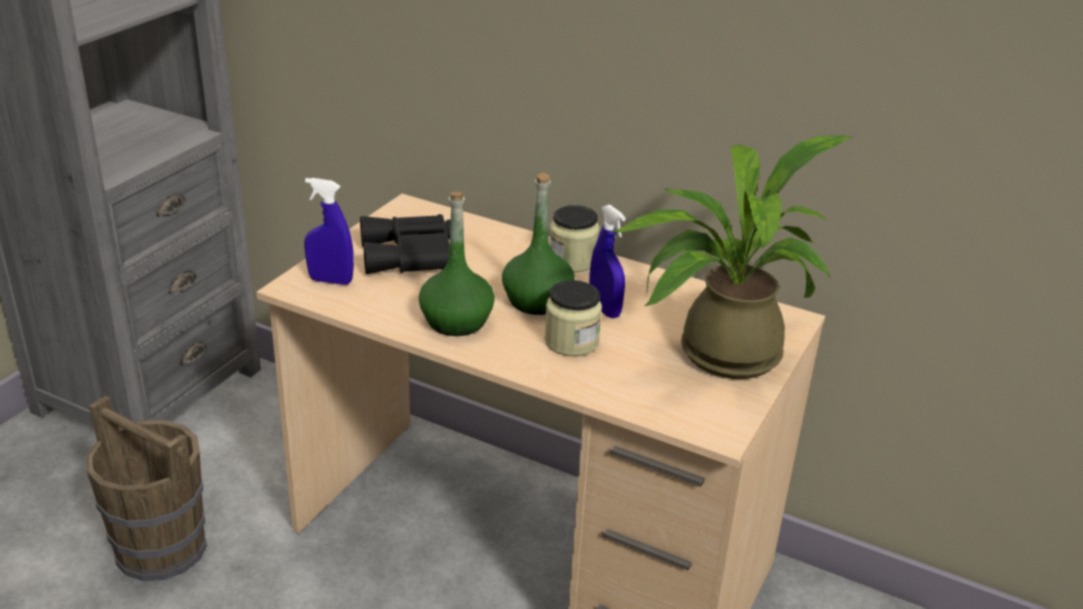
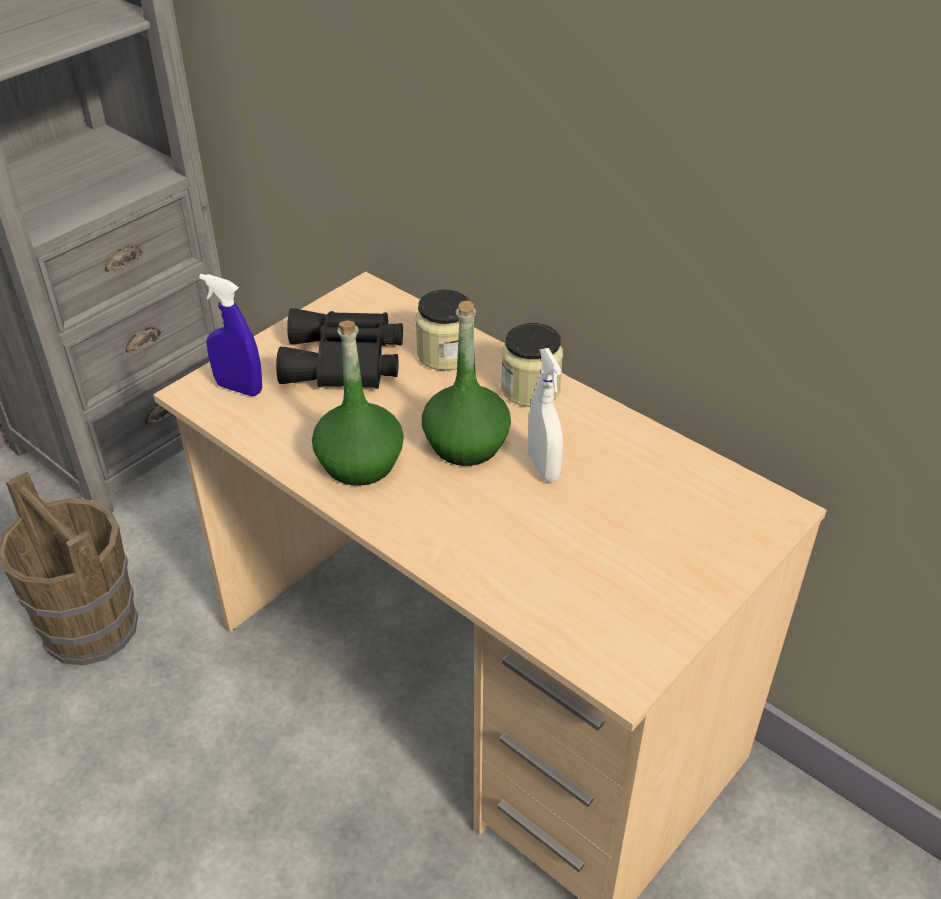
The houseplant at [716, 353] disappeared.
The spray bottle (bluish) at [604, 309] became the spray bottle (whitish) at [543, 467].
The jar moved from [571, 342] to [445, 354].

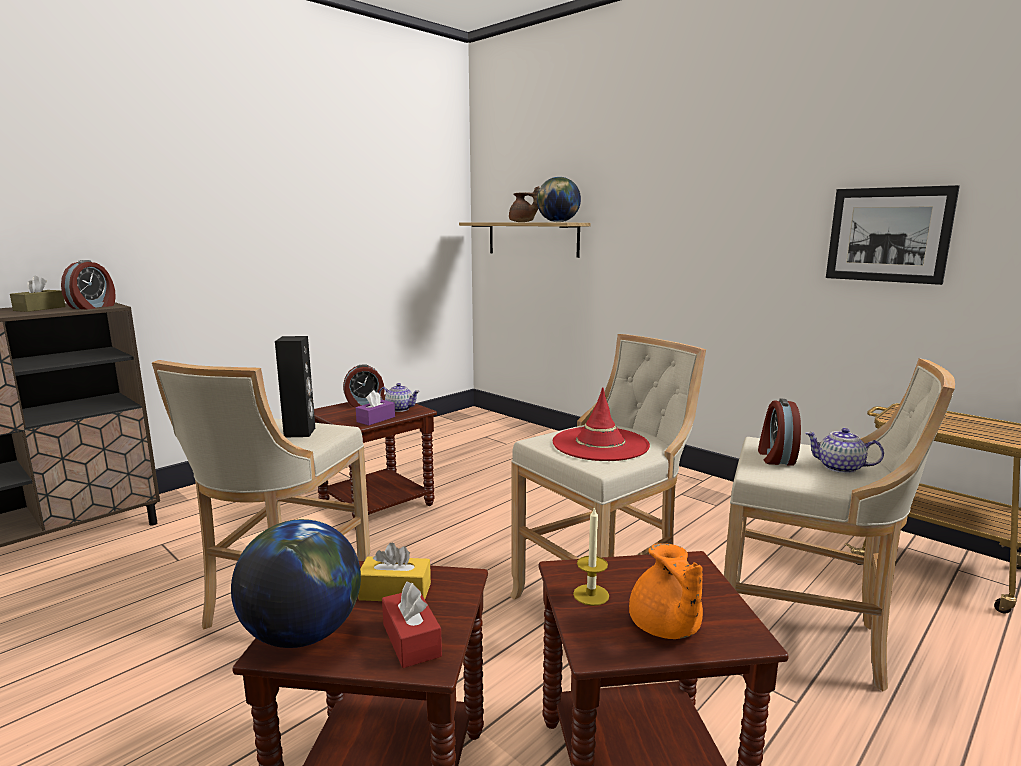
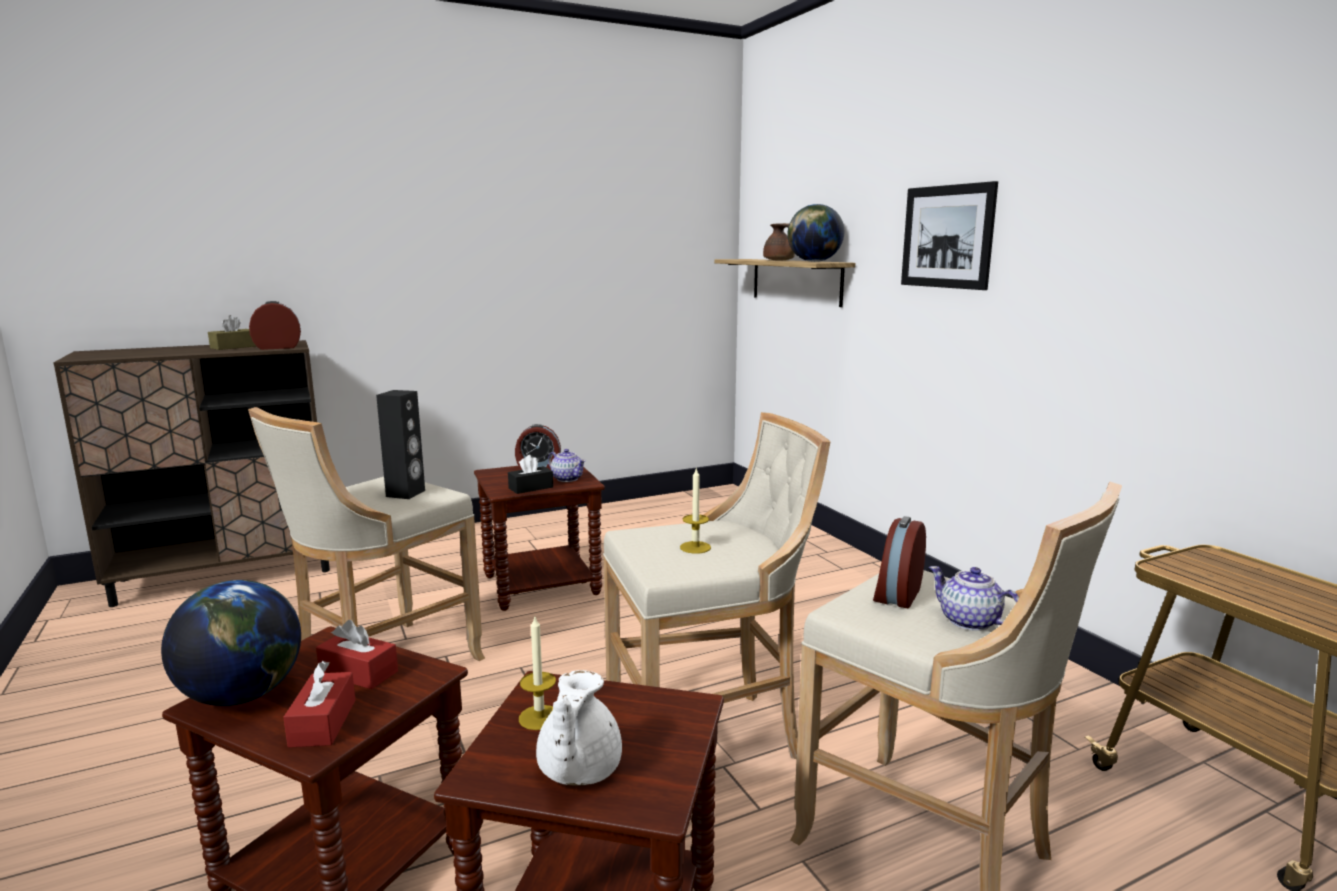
The picture moved from [888, 235] to [947, 237].
The bedside clock at [93, 307] turned 150 degrees counterclockwise.
The wearable hat (red) at [600, 444] was replaced by the wax light at [695, 547].
The tissue box (purplish) at [376, 419] became the tissue box (black-coloured) at [531, 488].
The tissue box (yellow-coloured) at [395, 591] became the tissue box (red) at [358, 673].
The tea pot (orange-coloured) at [665, 627] became the tea pot (whitish) at [577, 770].

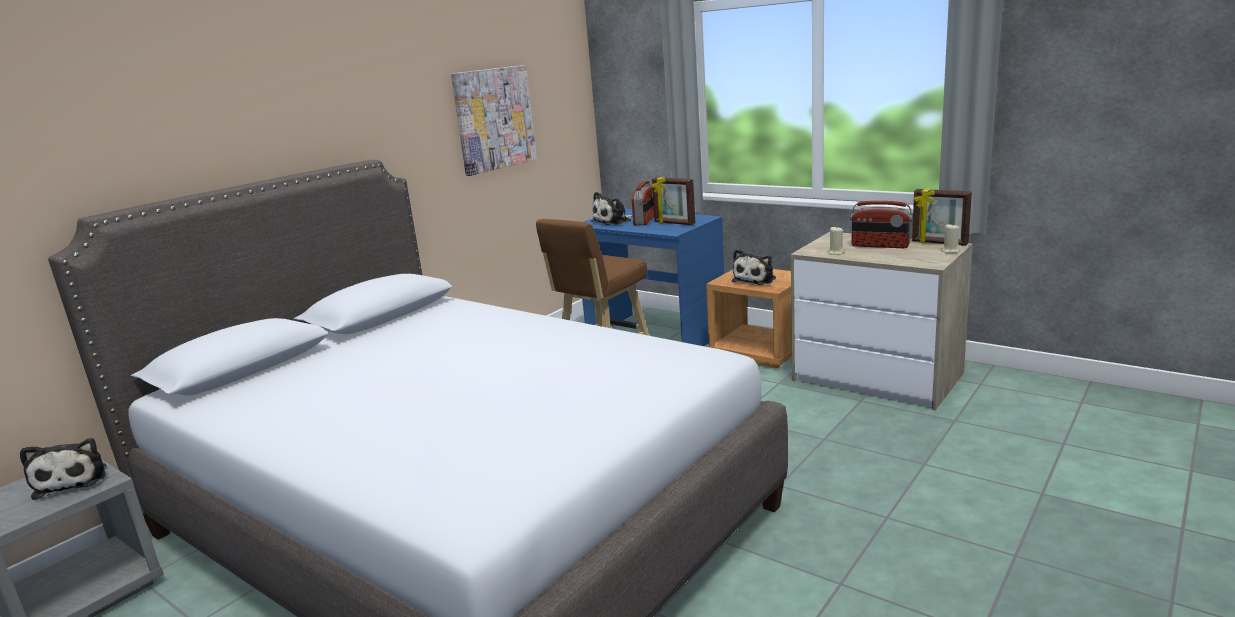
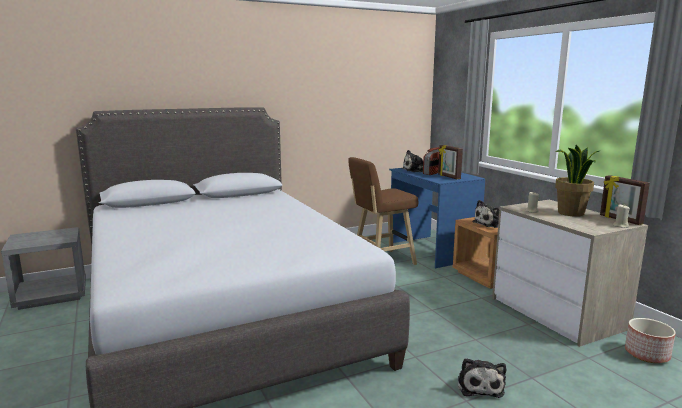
The picture at [494, 119] disappeared.
The radio receiver at [880, 246] was replaced by the houseplant at [571, 213].
The cuddly toy moved from [73, 480] to [479, 385].
The plant pot at [647, 354] appeared.

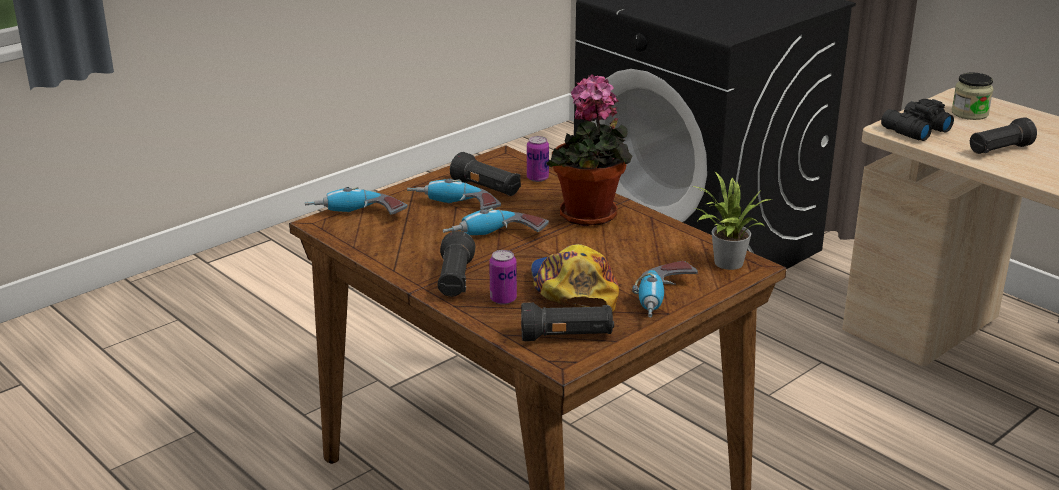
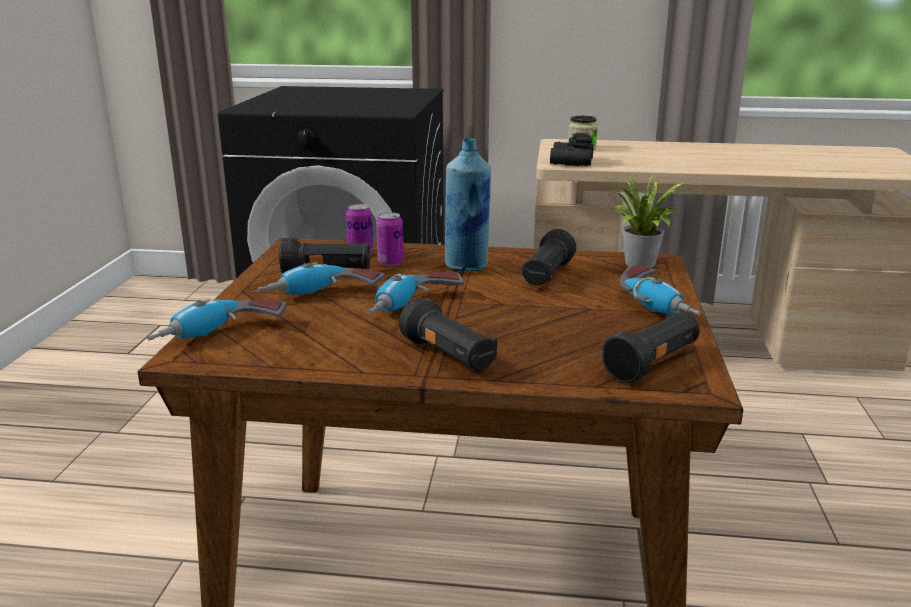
The houseplant at [590, 217] was replaced by the beverage bottle (bluish) at [467, 266].
The flashlight (black-coloured) moved from [999, 150] to [546, 275].
The peaked cap at [573, 289] disappeared.
The metal can moved from [503, 299] to [390, 263].

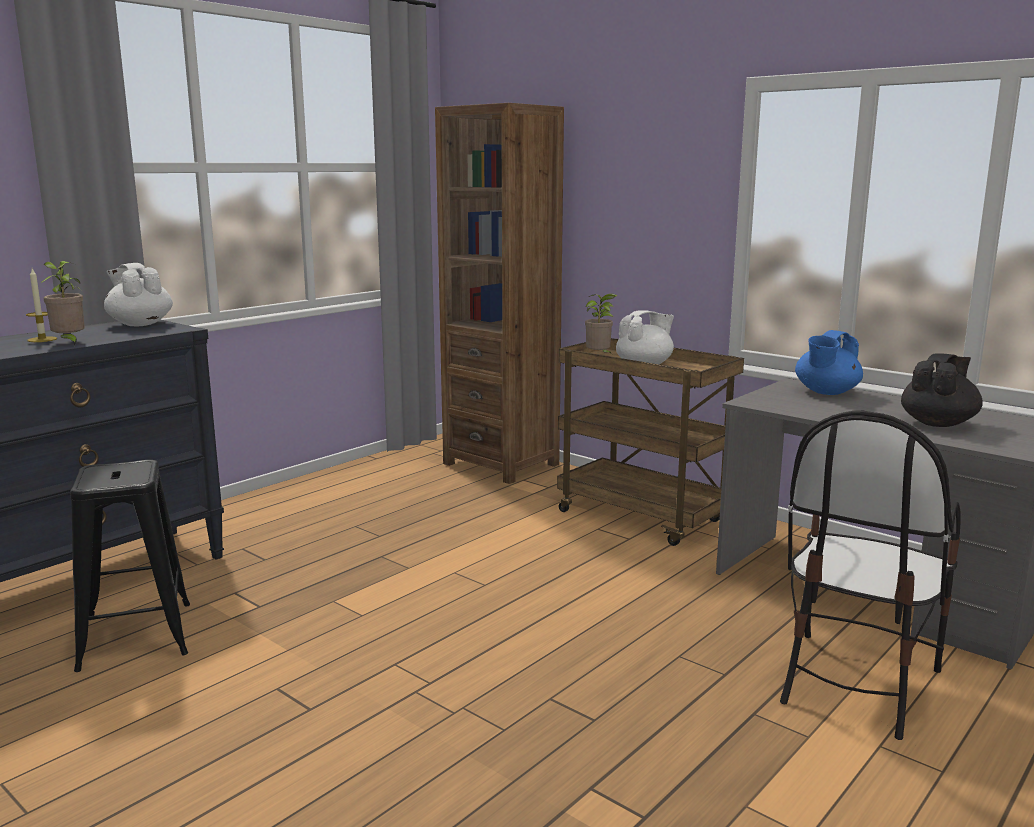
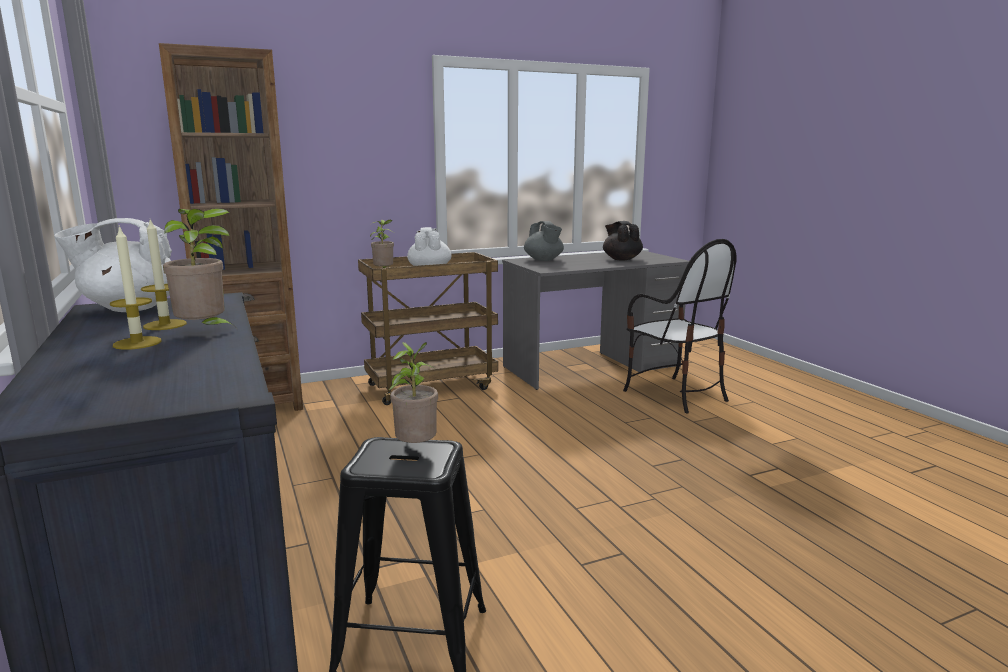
The tea pot (bluish) at [826, 392] became the tea pot (greyish) at [544, 260].
The wax light at [165, 325] appeared.
The houseplant at [416, 449] appeared.

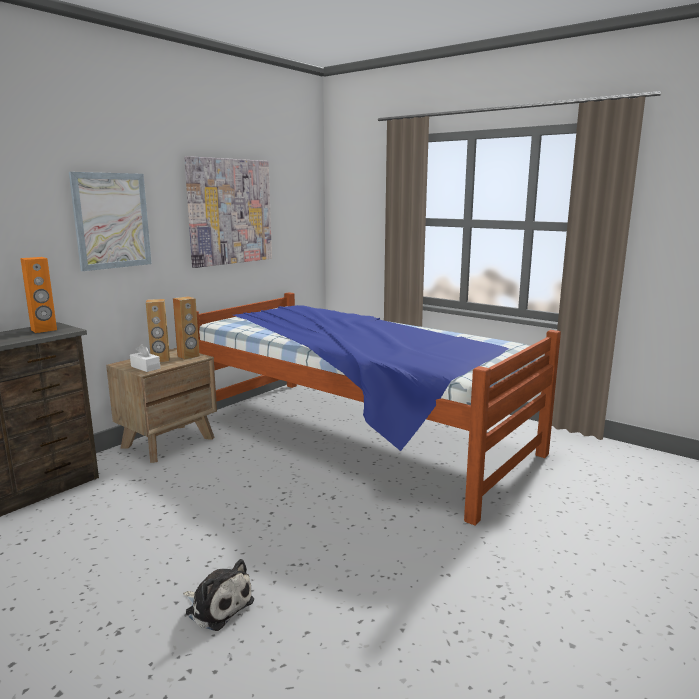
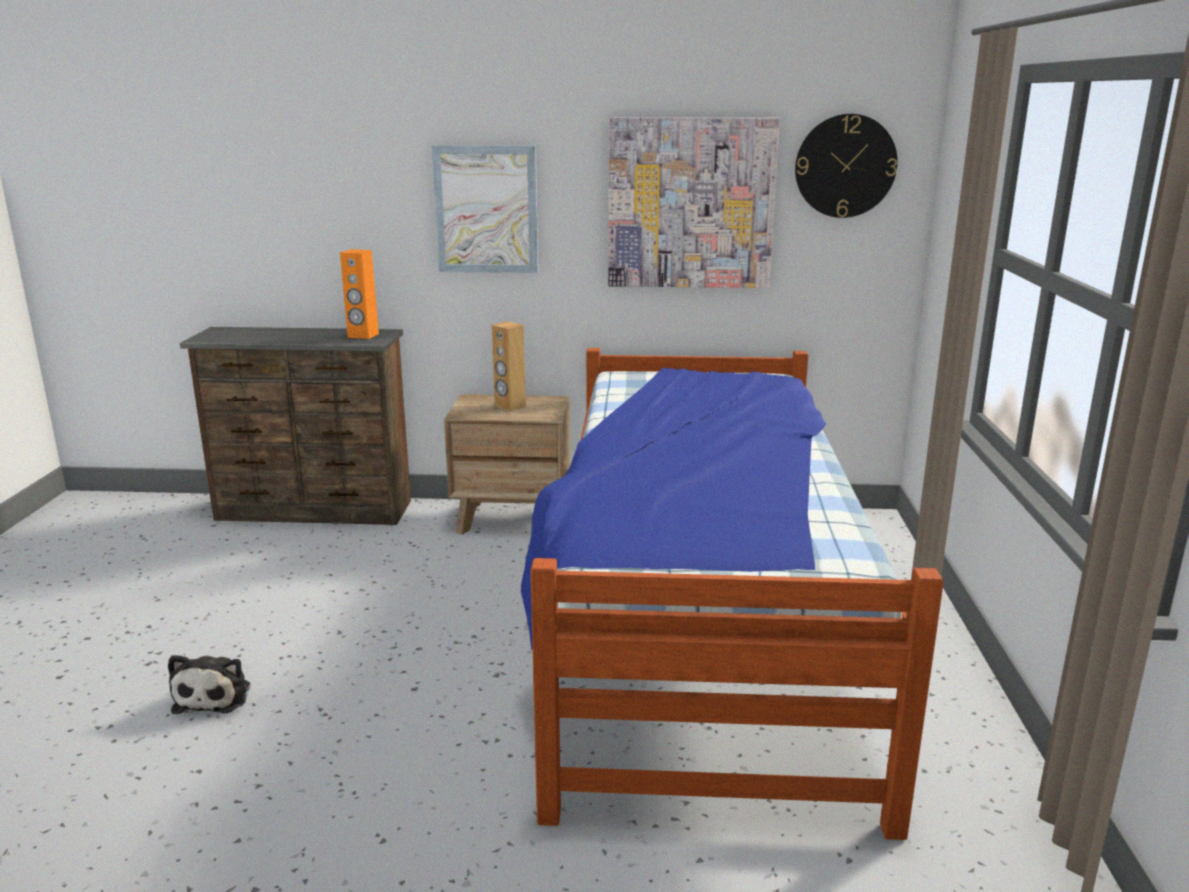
The audio speaker (brownish) at [188, 356] disappeared.
The tissue box (whitish) at [145, 367] disappeared.
The clock on the wall at [845, 166] appeared.

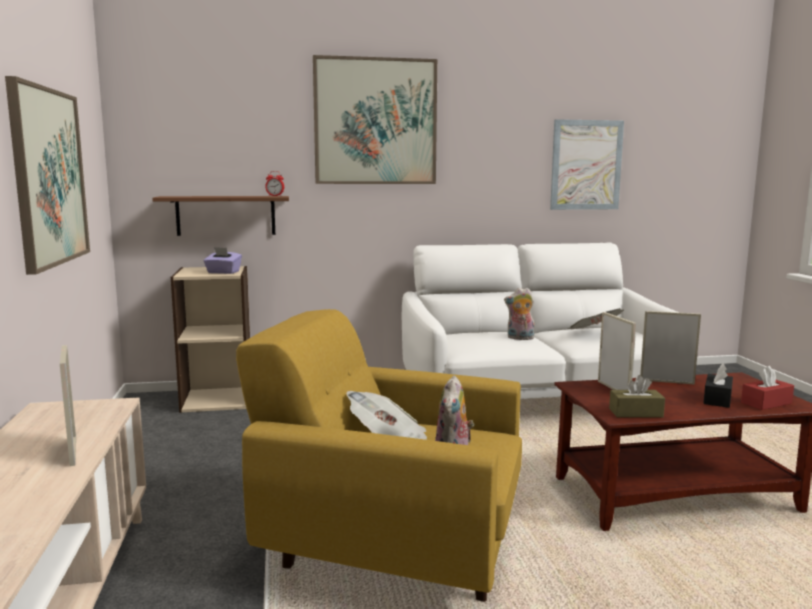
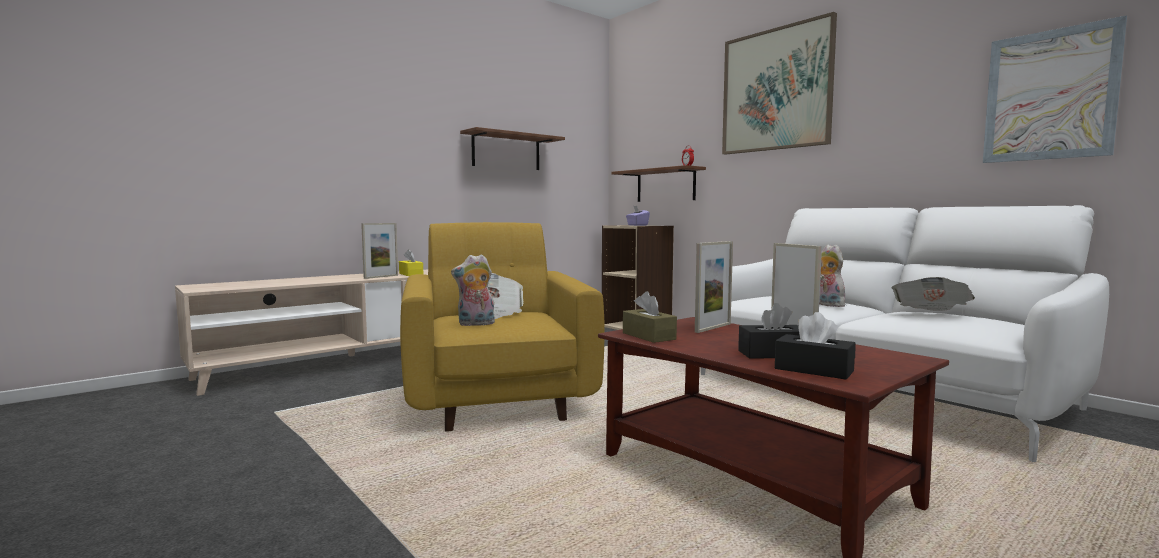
The picture at [49, 177] was replaced by the shelf (brownish) at [506, 151].
The tissue box (red) at [766, 403] became the tissue box (black-coloured) at [813, 370].
The tissue box (yellow-coloured) at [411, 274] appeared.

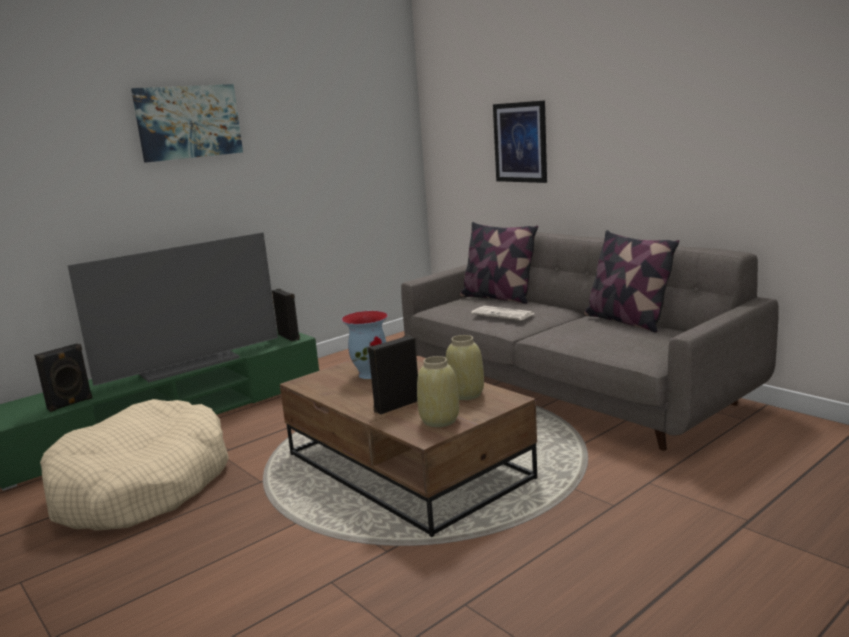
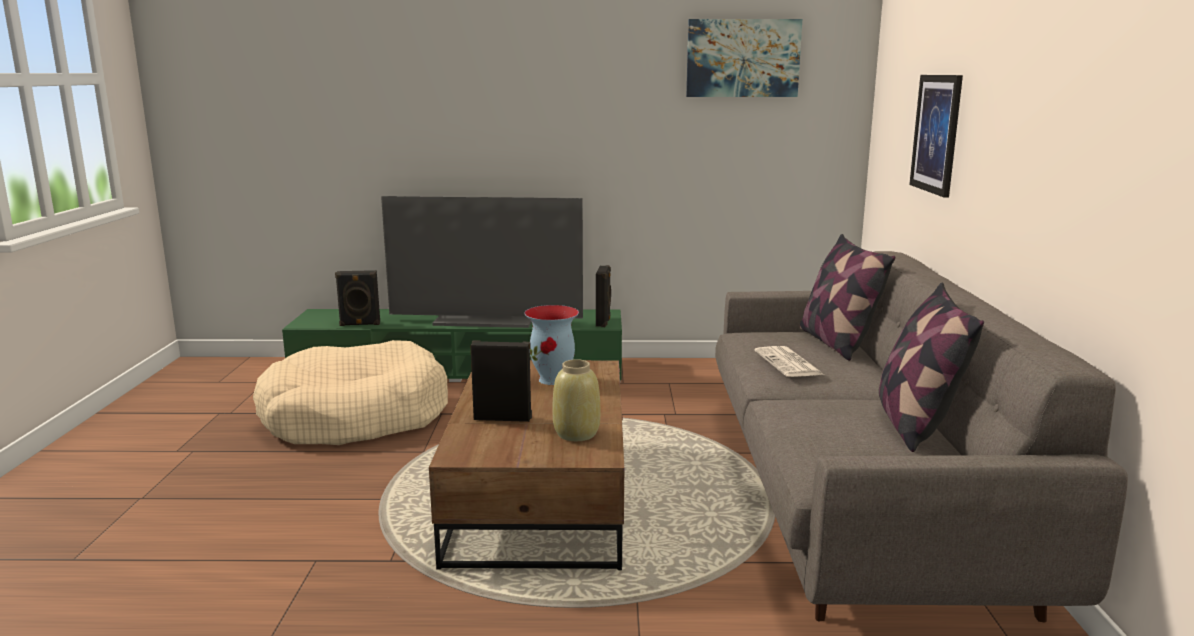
The picture moved from [188, 122] to [742, 58].
The flower vase (beige) at [440, 420] disappeared.

